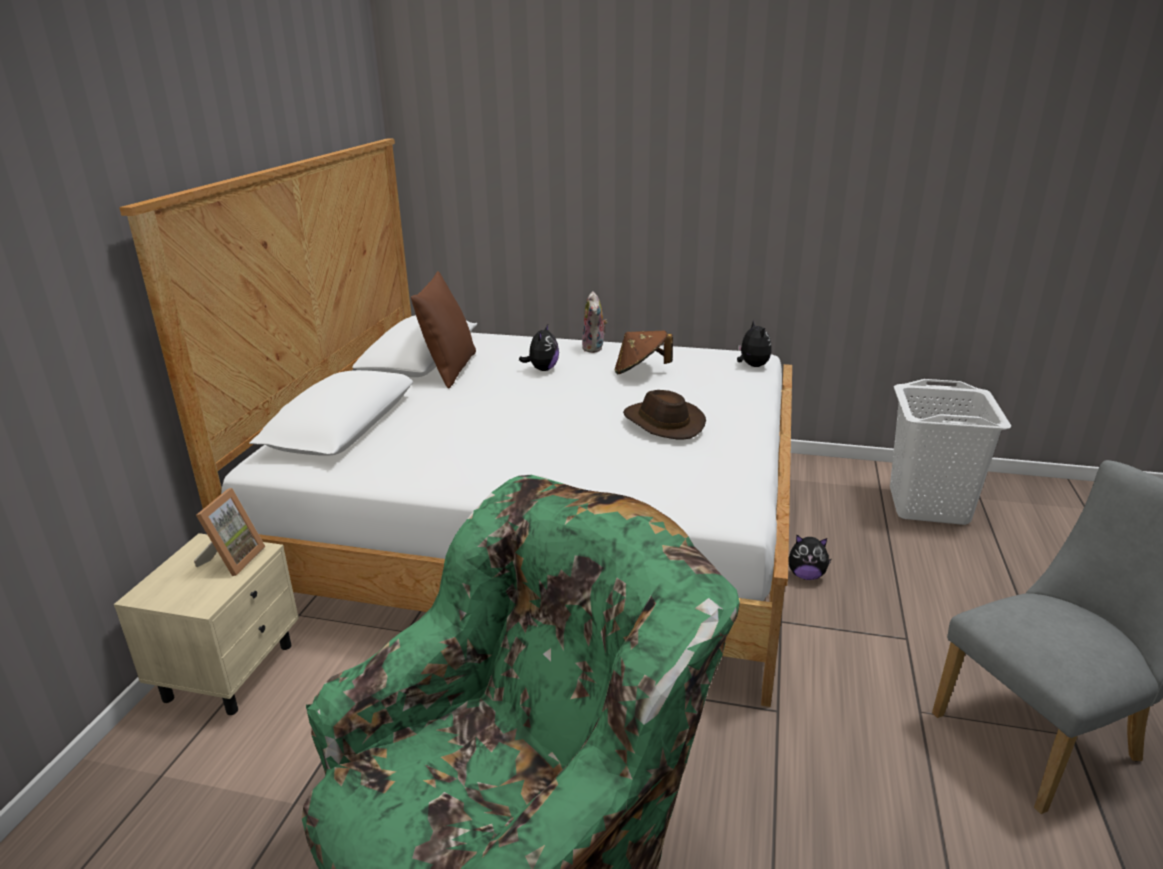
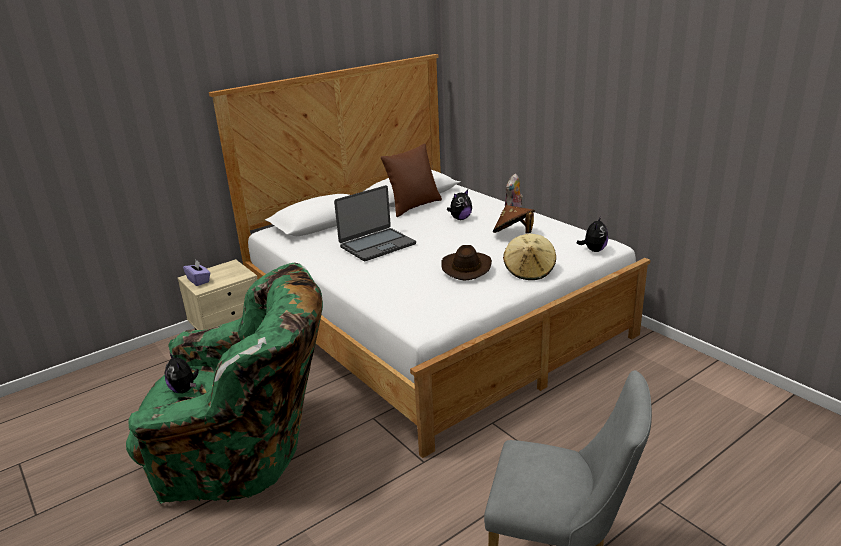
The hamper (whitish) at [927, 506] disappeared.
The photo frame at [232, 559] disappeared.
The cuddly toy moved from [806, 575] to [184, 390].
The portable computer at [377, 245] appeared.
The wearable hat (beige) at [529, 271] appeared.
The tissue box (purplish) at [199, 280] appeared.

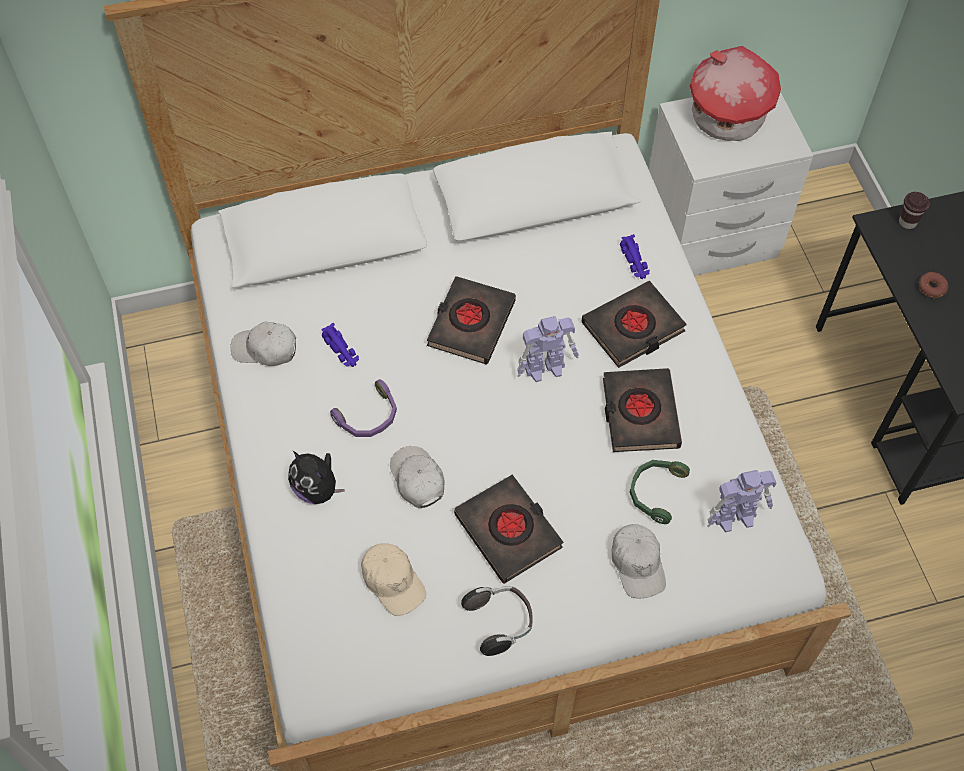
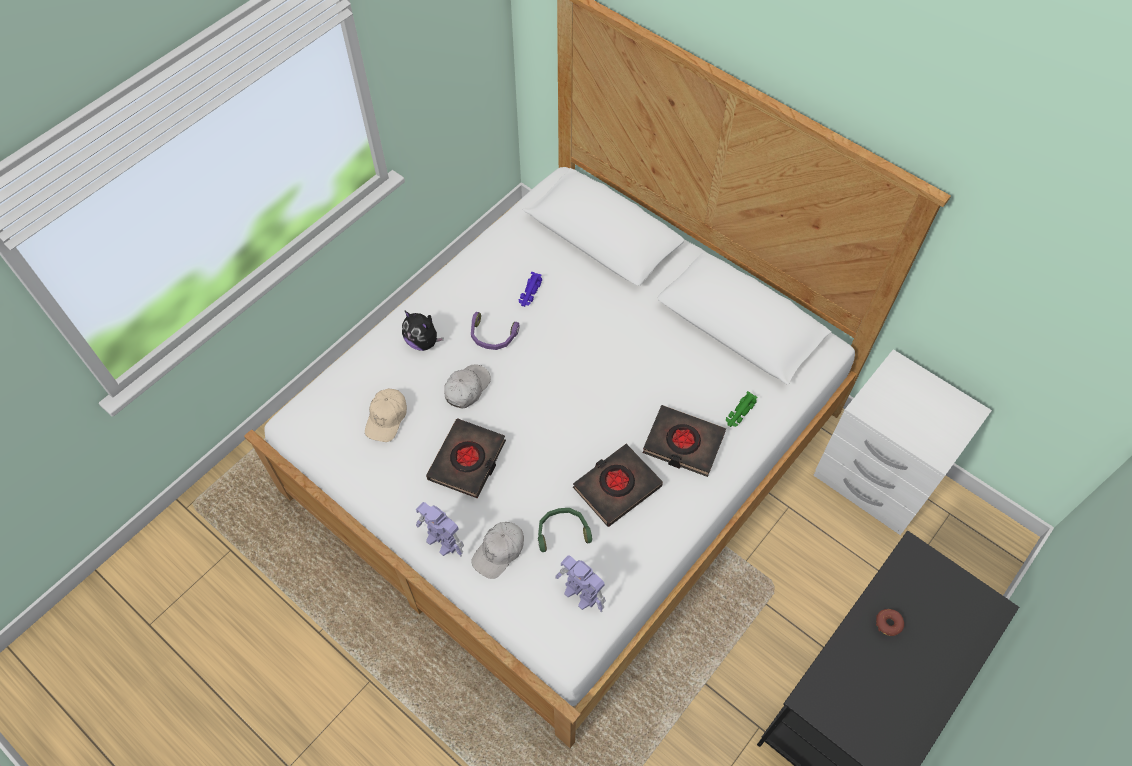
The model house at [725, 118] disappeared.
The cup (brownish) at [907, 222] disappeared.
The model car (purplish) at [634, 262] became the model car (green-coloured) at [739, 413].
The book (black-coloured) at [470, 324] disappeared.
The robot figure moved from [546, 368] to [443, 541].
The peaked cap (whitish) at [265, 349] disappeared.
The cuddly toy at [317, 489] turned 60 degrees counterclockwise.
The pair of headphones at [500, 622] disappeared.

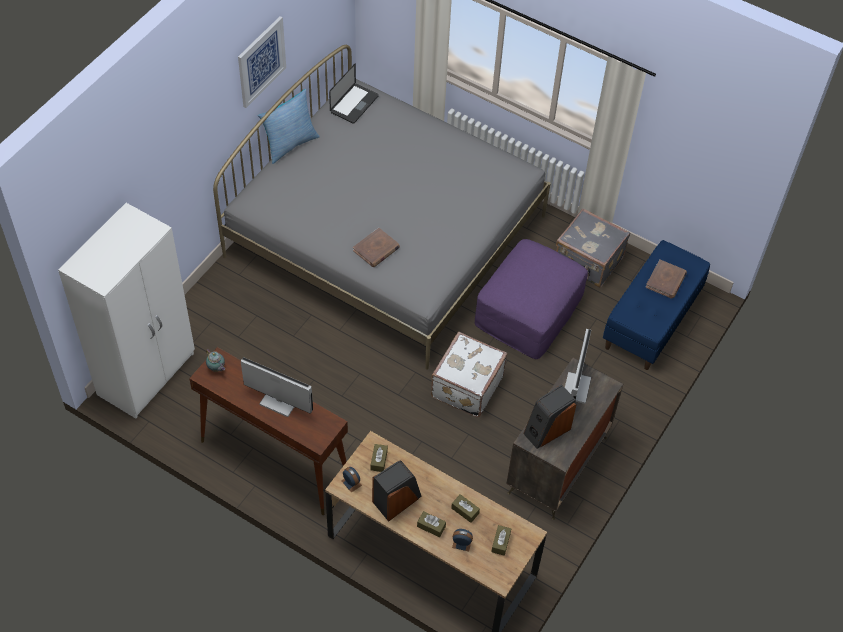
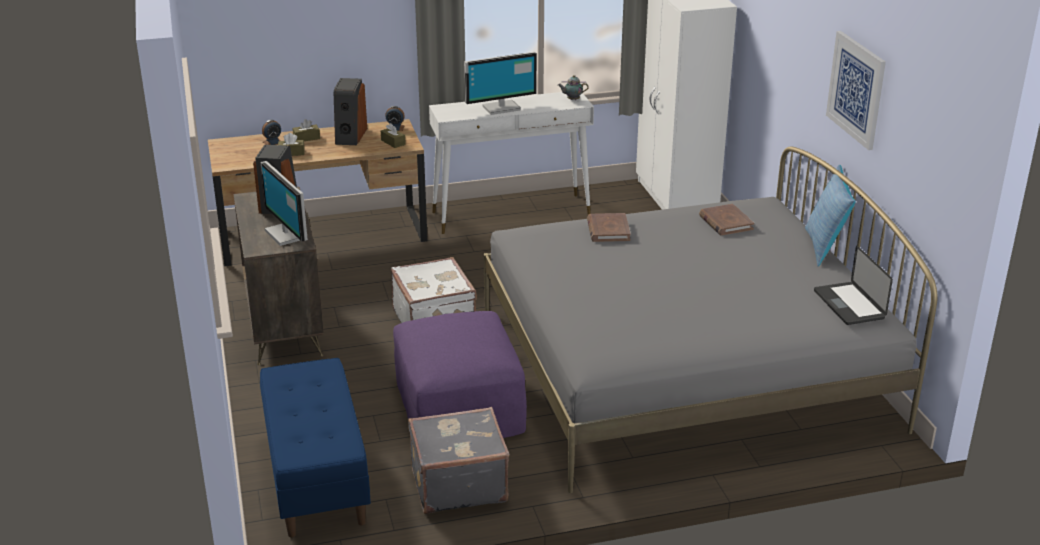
The book (brownish) moved from [666, 280] to [725, 222].
The narrow table (brownish) at [274, 460] became the narrow table (whitish) at [512, 213].
The tissue box (brownish) at [500, 542] disappeared.

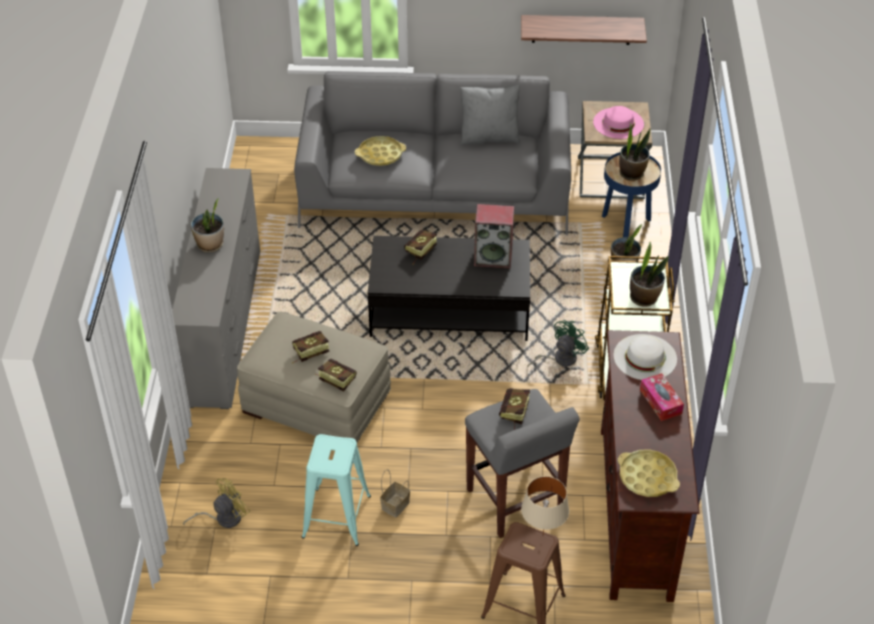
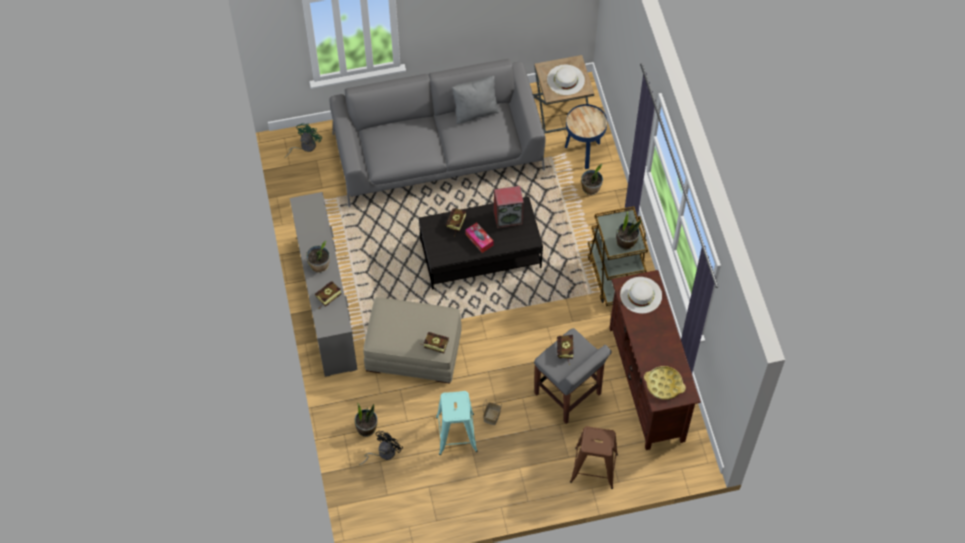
The shelf at [581, 29] disappeared.
The wearable hat (pink-coloured) at [618, 123] became the wearable hat (whitish) at [565, 79].
The houseplant moved from [632, 173] to [366, 428].
The carrying tray (yellow-coloured) at [380, 154] disappeared.
The electric fan (green-coloured) moved from [560, 359] to [305, 147].
The book moved from [307, 353] to [326, 298].
The tissue box moved from [660, 402] to [479, 240].
The table lamp (beige) at [542, 535] disappeared.
The electric fan (yellow-coloured) at [223, 518] became the electric fan (black-coloured) at [383, 453].

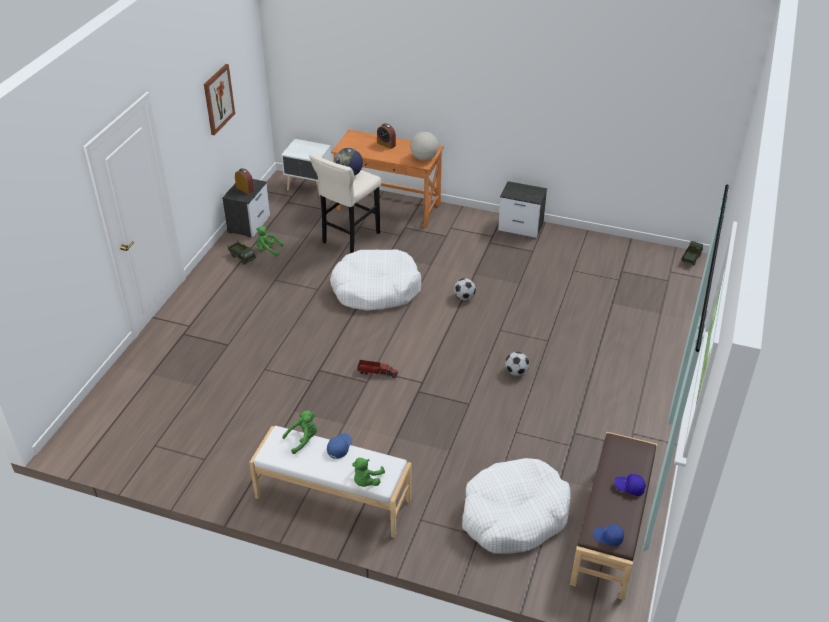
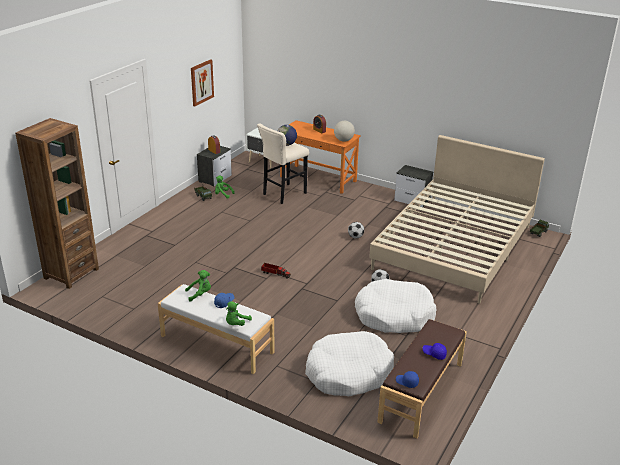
The dog cushion (whitish) moved from [376, 289] to [394, 315].
The shelving unit (brownish) at [71, 273] appeared.
The bed (beige) at [454, 247] appeared.

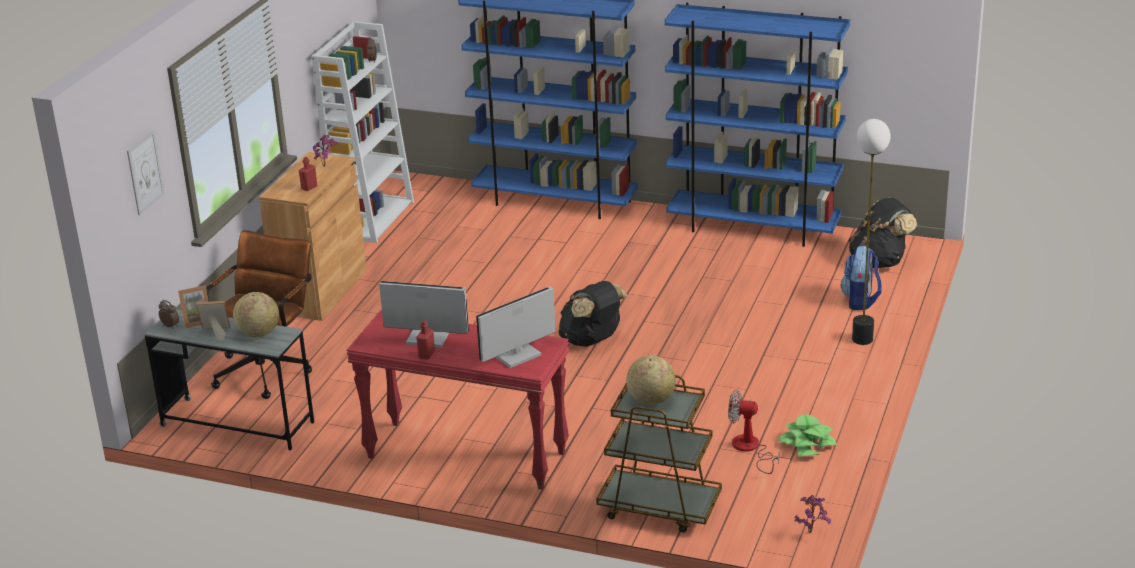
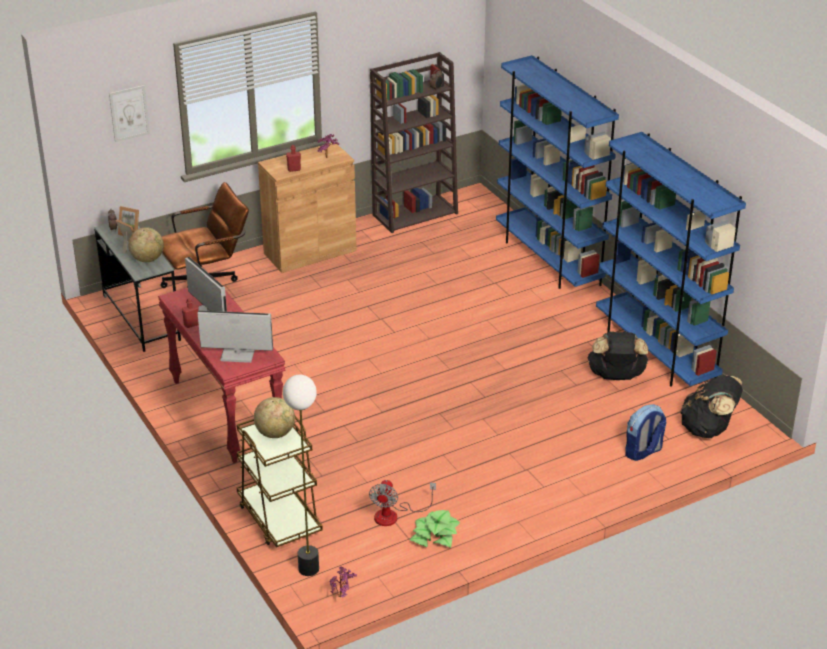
The shelving unit (whitish) at [373, 218] became the shelving unit (brownish) at [415, 214].
The standard lamp moved from [862, 339] to [308, 569].
The backpack (black-coloured) moved from [592, 340] to [616, 376].
The electric fan at [750, 449] turned 135 degrees counterclockwise.

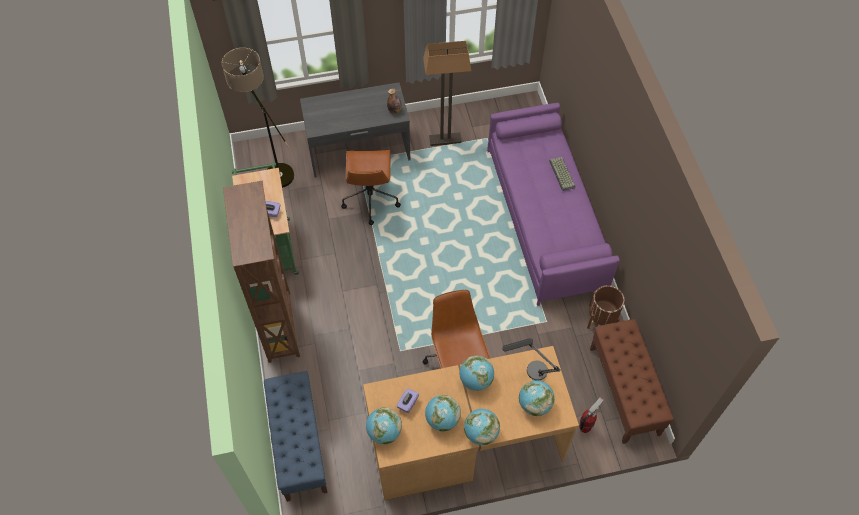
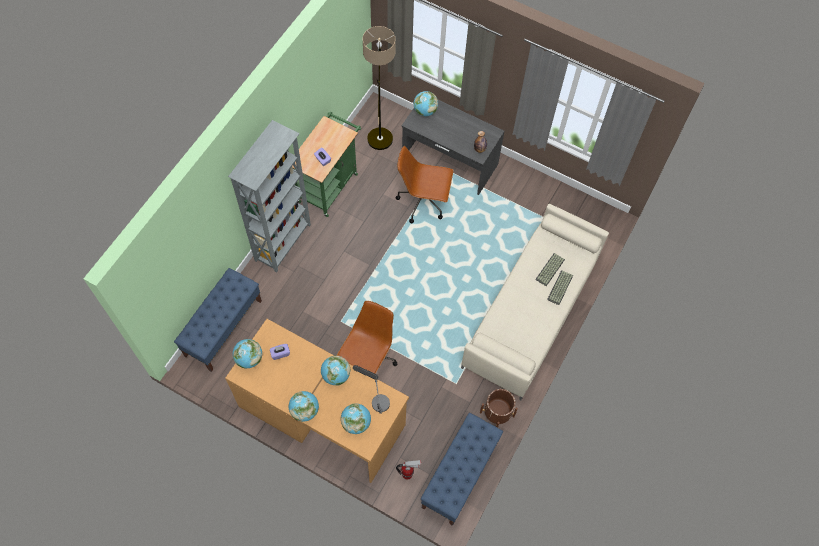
The standard lamp at [445, 139] disappeared.
The couch (purplish) at [545, 218] became the couch (beige) at [531, 312].
The desk chair (brownish) at [370, 199] turned 60 degrees clockwise.
The shelving unit (brownish) at [280, 326] became the shelving unit (greyish) at [284, 242].
The bench (brownish) at [624, 391] became the bench (bluish) at [459, 475].
The desk globe moved from [442, 419] to [425, 111].
The keyboard at [550, 270] appeared.

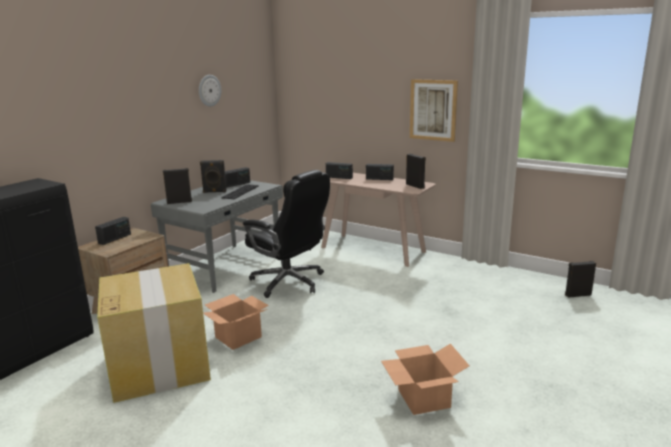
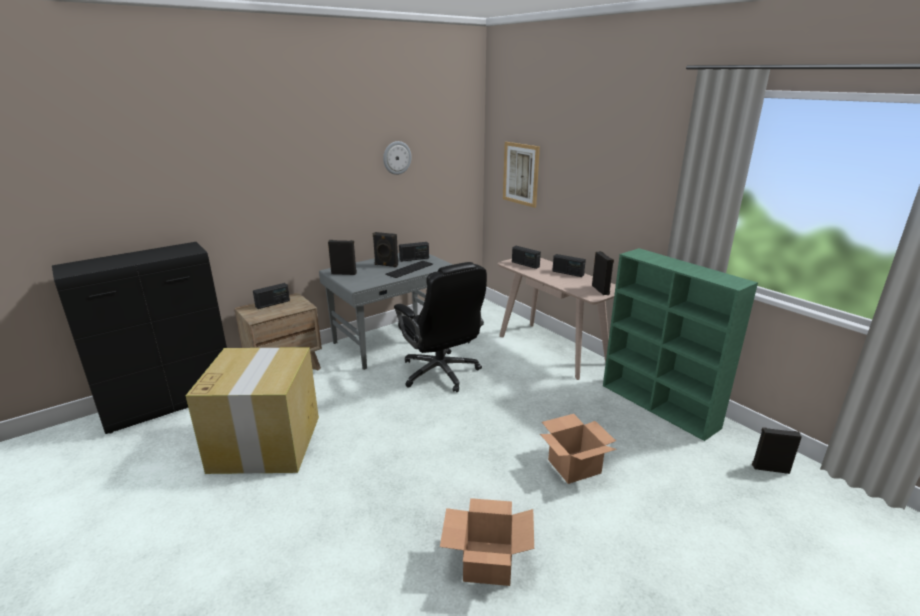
The picture moved from [433, 110] to [521, 174].
The carton moved from [238, 337] to [574, 467].
The shelving unit (green-coloured) at [659, 406] appeared.

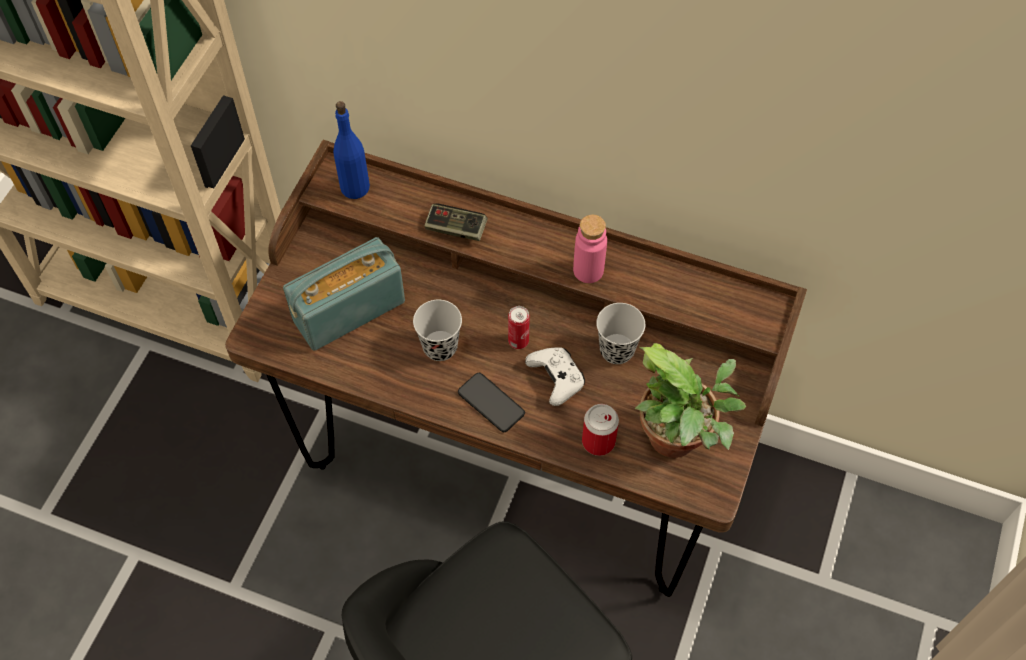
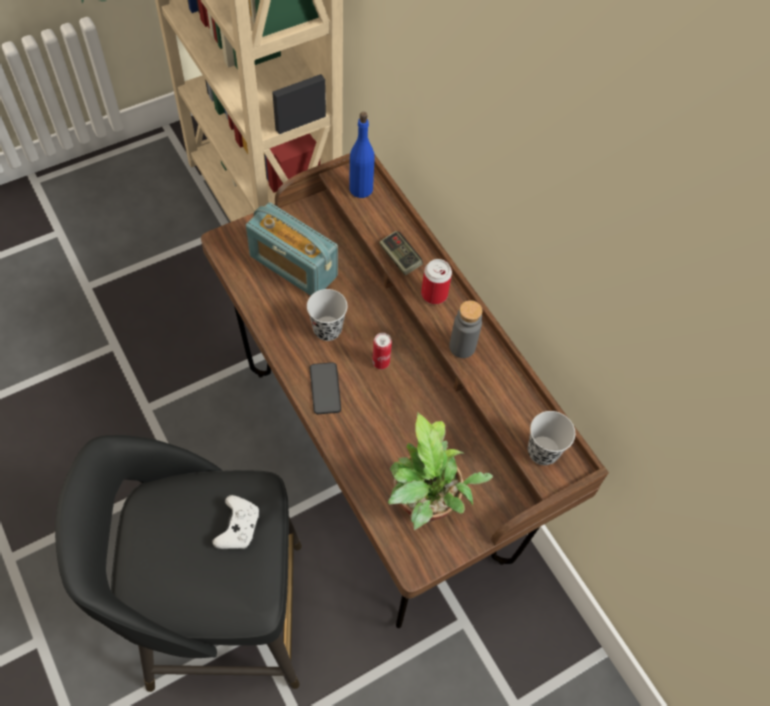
The beverage bottle (pink-coloured) at [588, 270] became the beverage bottle (greyish) at [462, 347].
The radio receiver at [349, 310] turned 150 degrees counterclockwise.
The cup (black-coloured) moved from [617, 350] to [543, 451].
The gamepad (whitish) moved from [556, 379] to [238, 527].
The metal can moved from [598, 441] to [434, 294].

